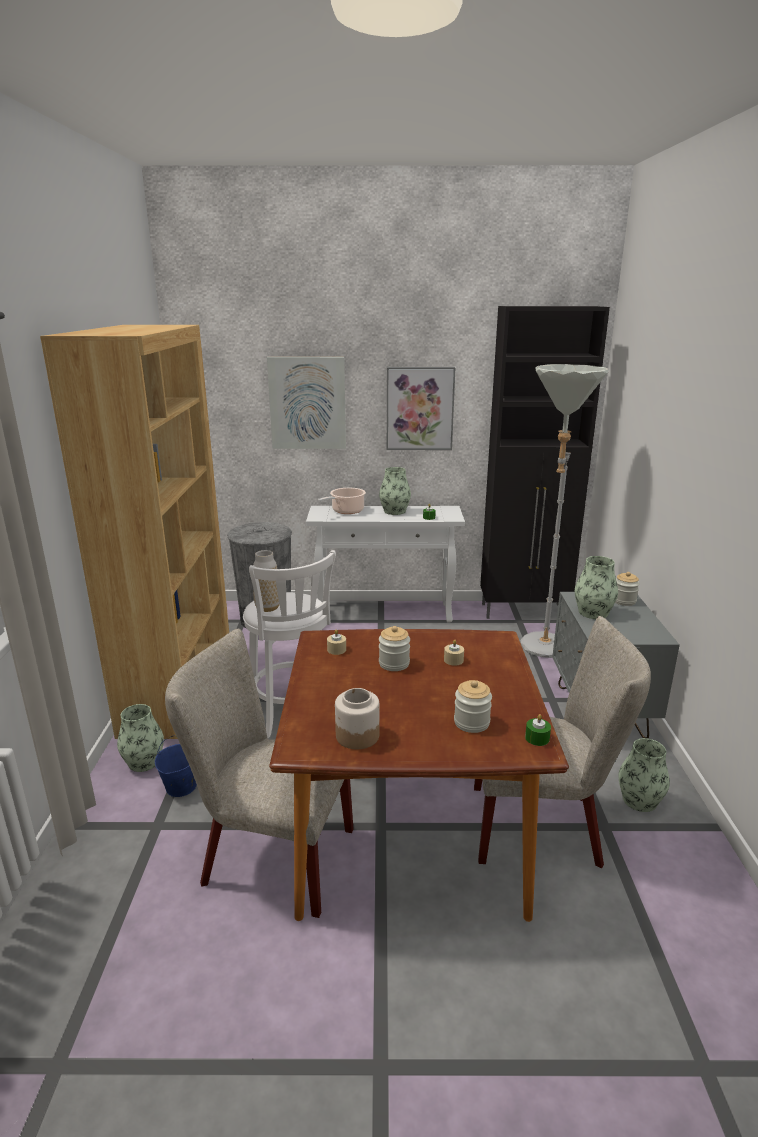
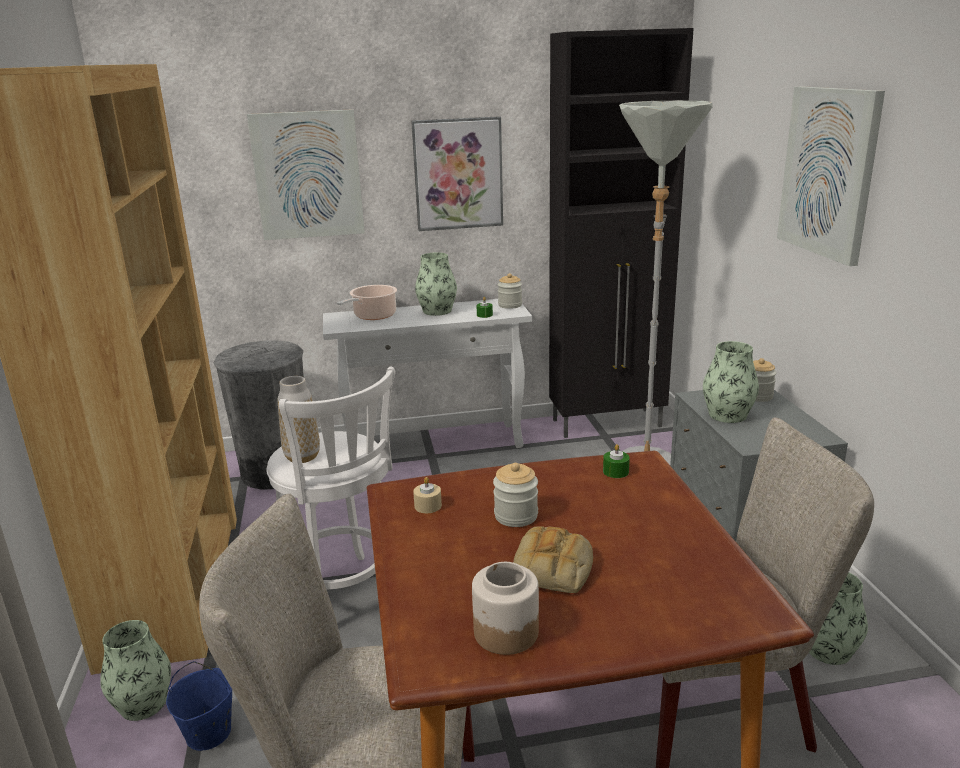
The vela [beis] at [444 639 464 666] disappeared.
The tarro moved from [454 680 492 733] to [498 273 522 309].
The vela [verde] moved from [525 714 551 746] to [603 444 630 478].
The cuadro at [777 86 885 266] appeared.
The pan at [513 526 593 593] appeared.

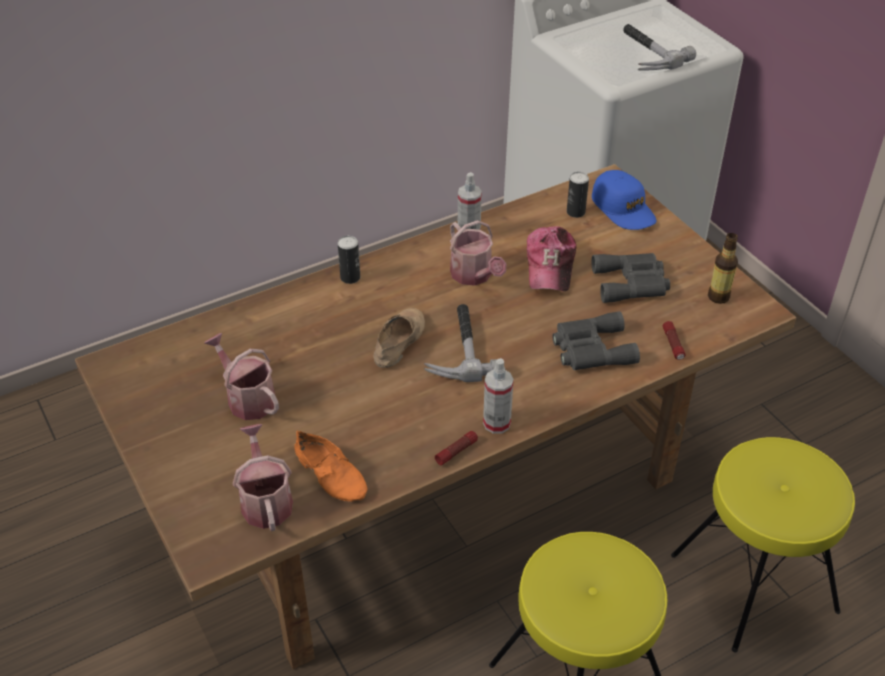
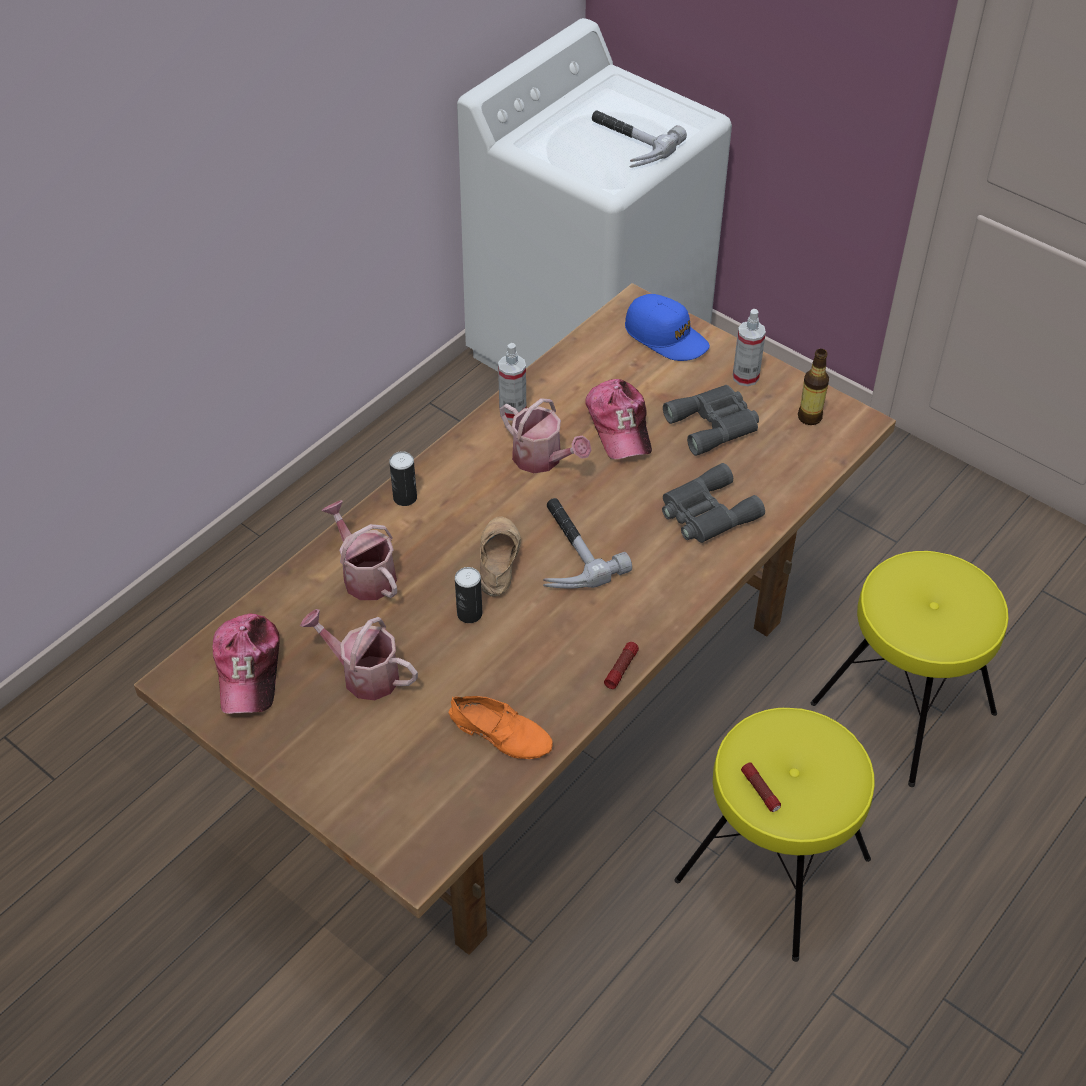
The lata moved from [567 172 589 218] to [455 567 482 623].
The linterna moved from [663 321 686 360] to [741 762 781 812].
The pulverizador moved from [483 358 514 434] to [733 309 766 386].
The regadera moved from [233 424 293 531] to [322 500 397 600].
The gorra at [212 614 280 714] appeared.

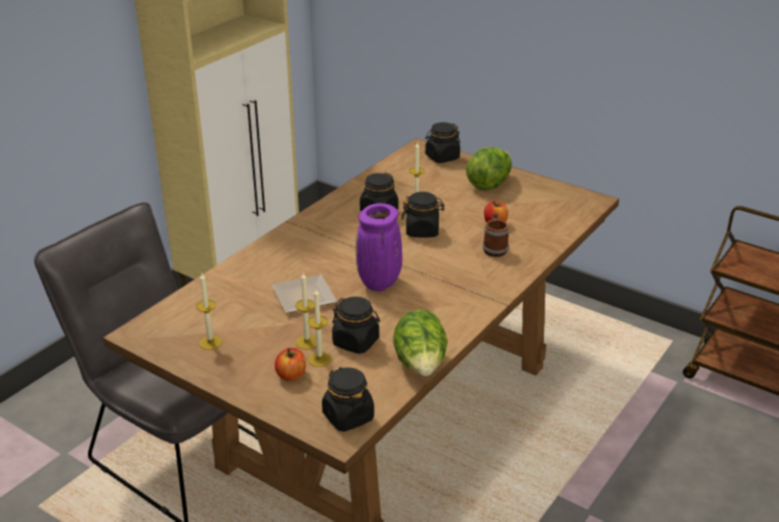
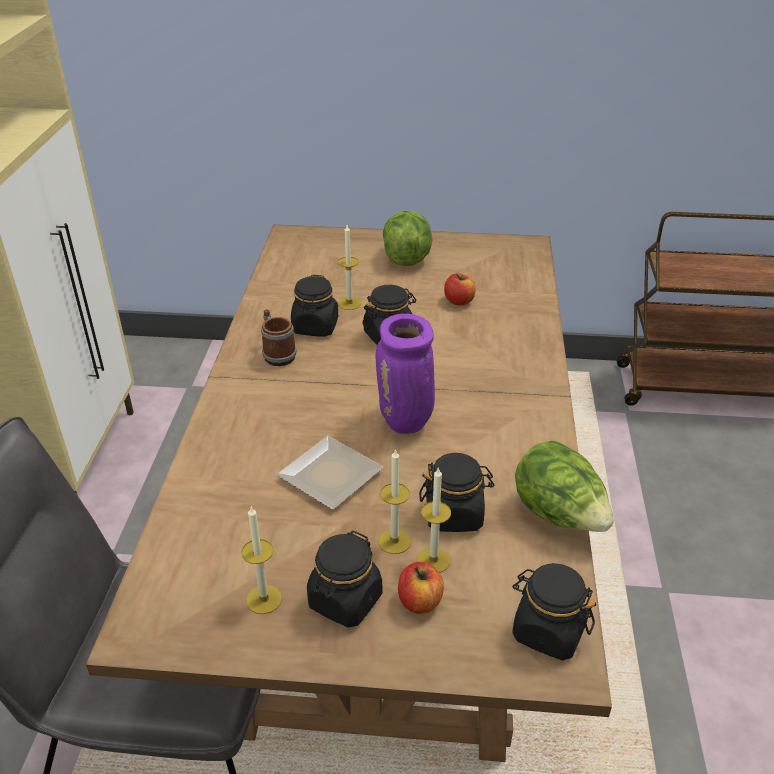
The tarro [negro] moved from [425 122 460 163] to [307 531 382 627].
The taza grande moved from [482 213 509 257] to [261 309 297 366].

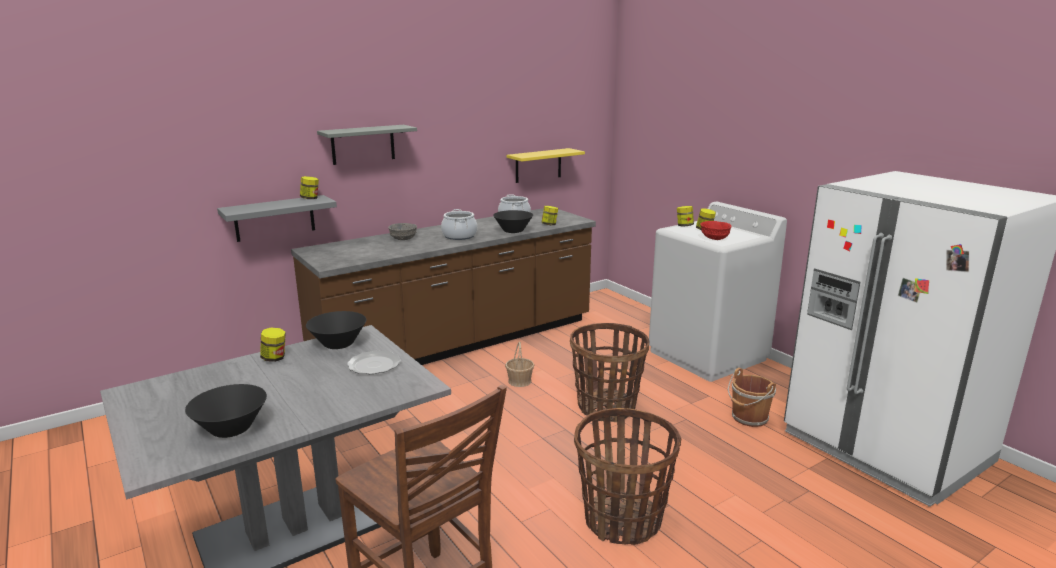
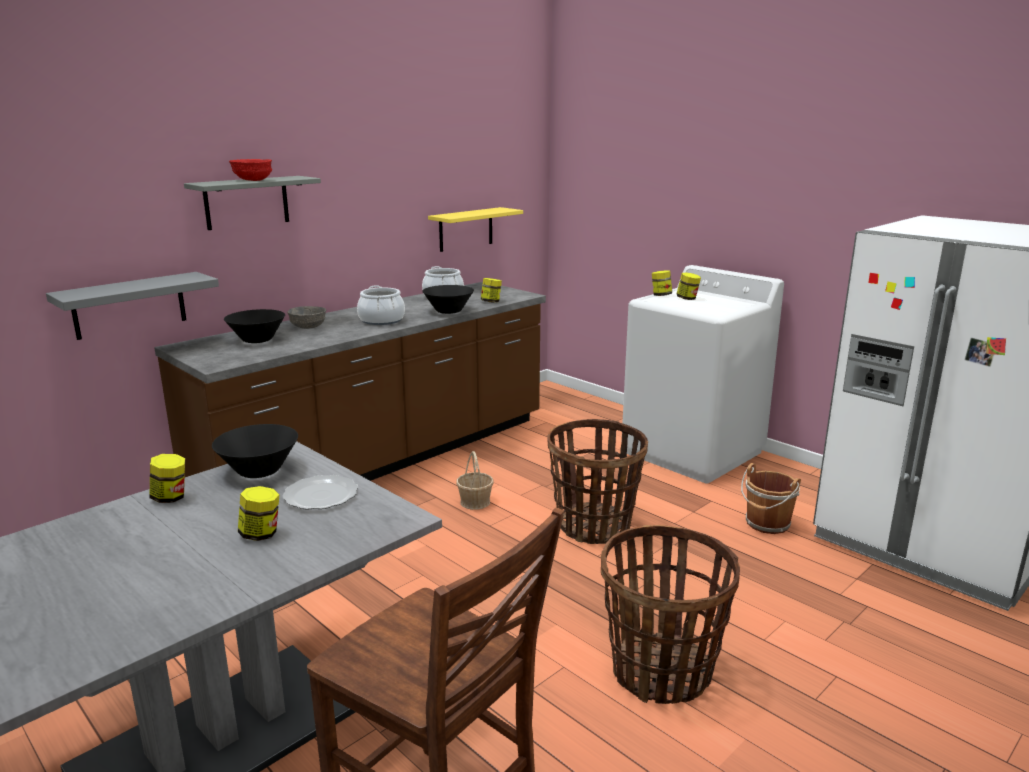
The tarro moved from [300 176 319 199] to [238 486 279 541].
The cuenco [rojo] moved from [700 221 732 240] to [229 159 272 181].
The cuenco [negro] moved from [185 384 267 438] to [224 309 285 343].

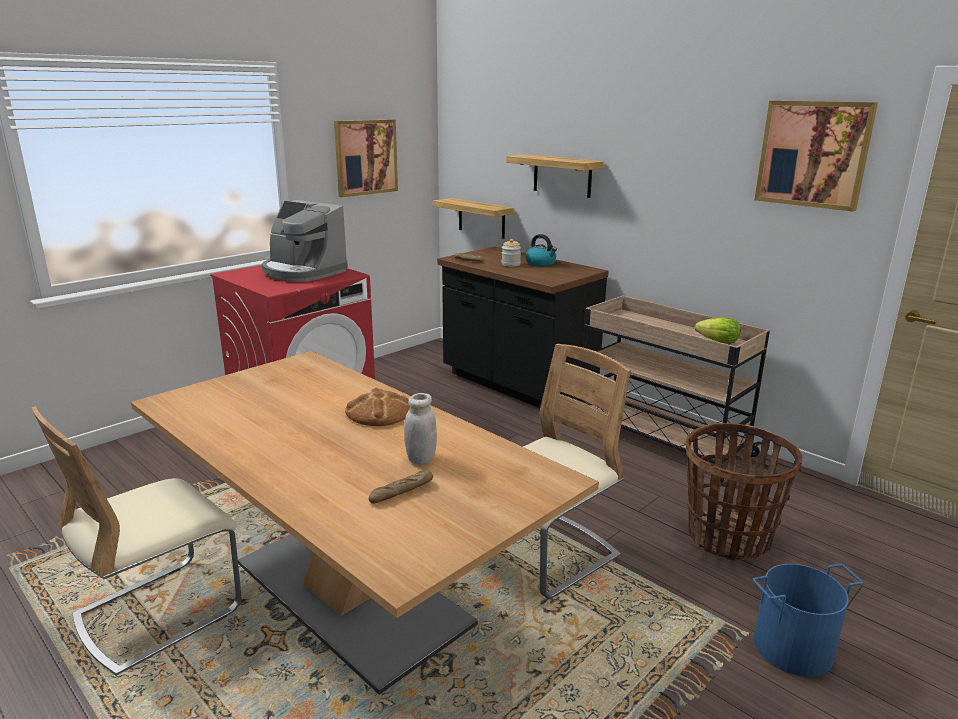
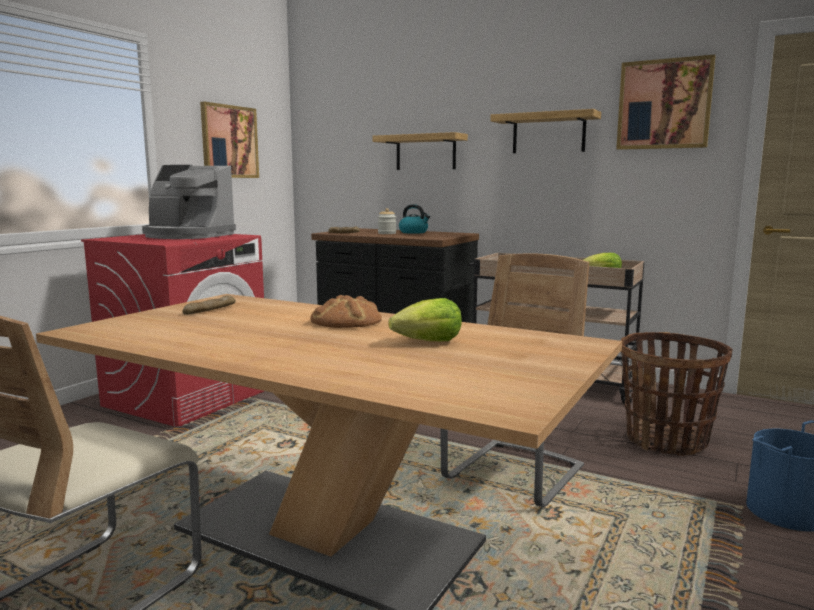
The estante moved from [433 198 514 239] to [490 109 601 153].
The tarro [blanco] at [404 393 437 465] was replaced by the lechuga at [389 298 462 341].
The pan moved from [369 470 433 504] to [182 295 236 315].

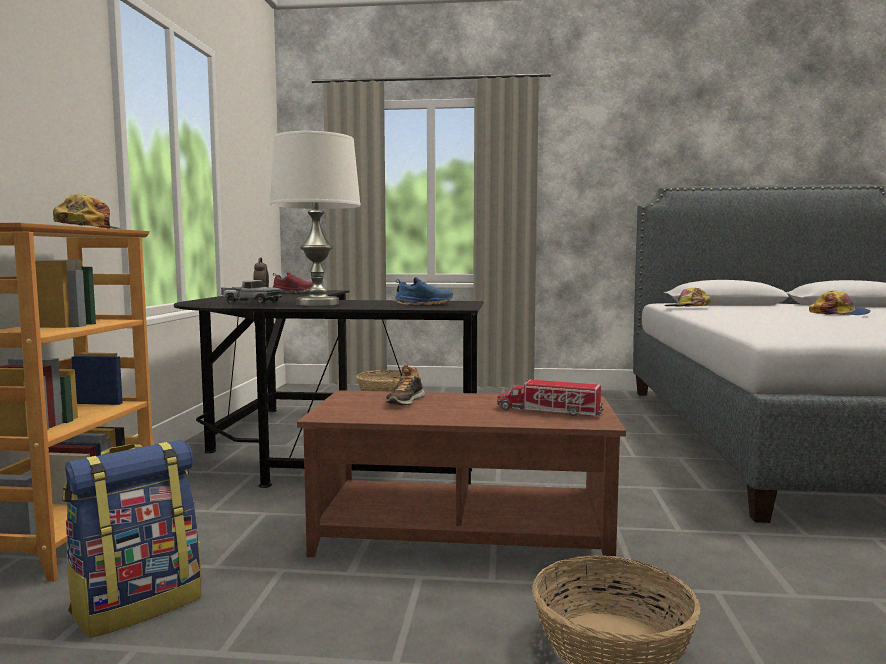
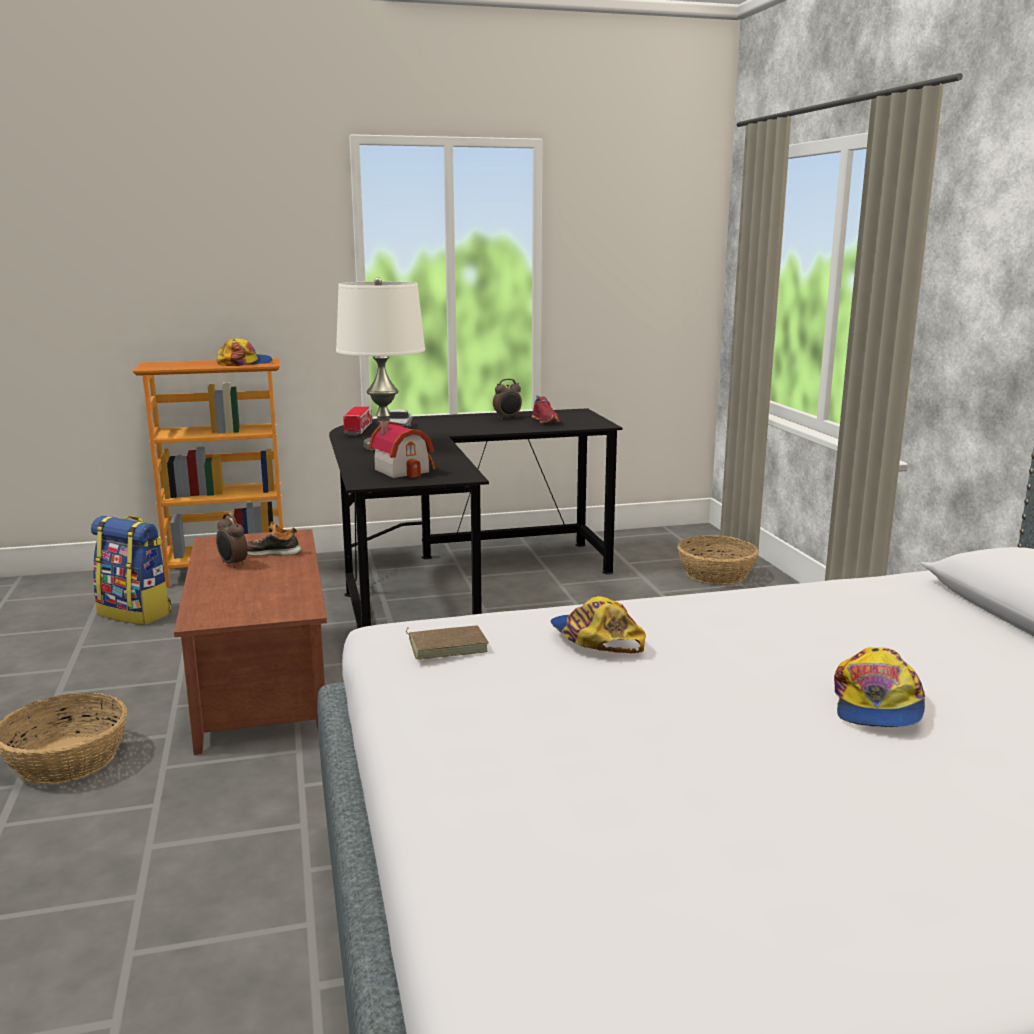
The zapato [azul] at [394 277 453 305] was replaced by the casita at [369 421 435 478].
The gorra moved from [665 288 711 307] to [550 596 646 653].
The camión de juguete moved from [497 379 604 416] to [343 406 372 435].
The despertador at [216 514 248 568] appeared.
The libro [marrón] at [406 626 489 659] appeared.

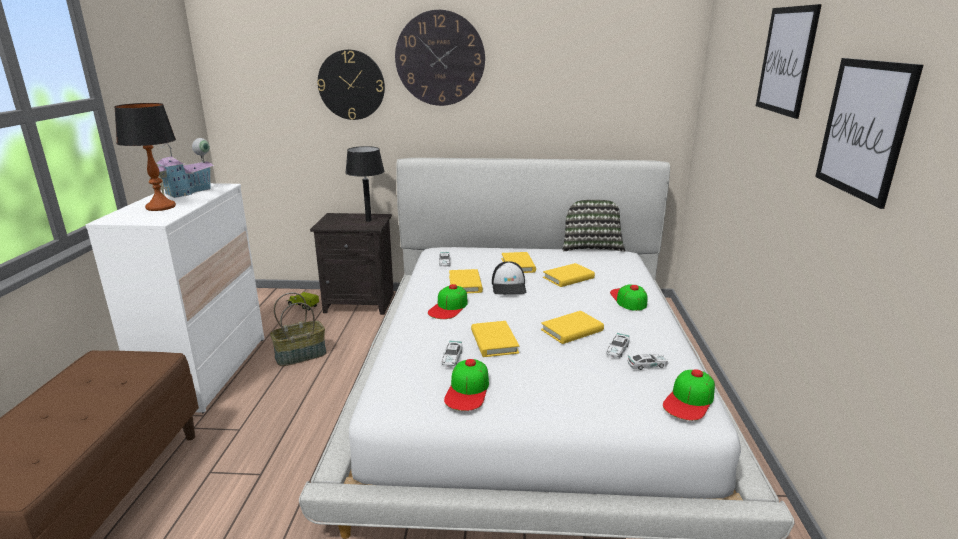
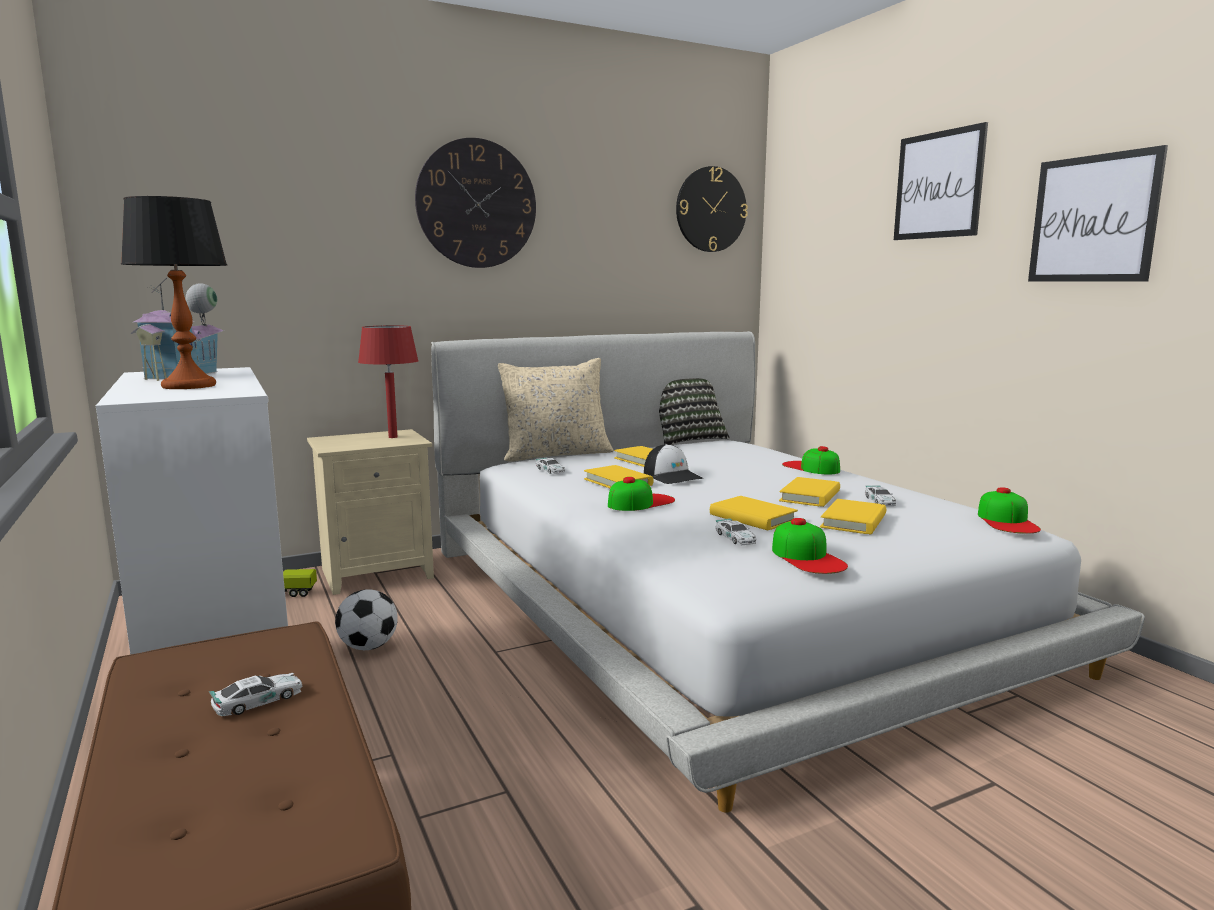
The reloj de pared moved from [317 50 385 120] to [676 166 748 252].
The lámpara de mesa [negro] at [345 146 385 222] became the lámpara de mesa [rojo] at [358 325 419 438].
The mesita de noche [negro] at [310 213 394 315] became the mesita de noche [beis] at [307 429 434 595].
The libro [amarillo] moved from [543 263 595 287] to [820 499 886 534].
The gorra at [428 284 468 319] turned 120 degrees counterclockwise.
The cesta at [270 292 327 366] was replaced by the balón de fútbol at [335 589 398 650].
The coche de juguete moved from [627 353 669 370] to [209 673 303 716].
The cojín [beis] at [498 358 613 462] appeared.

